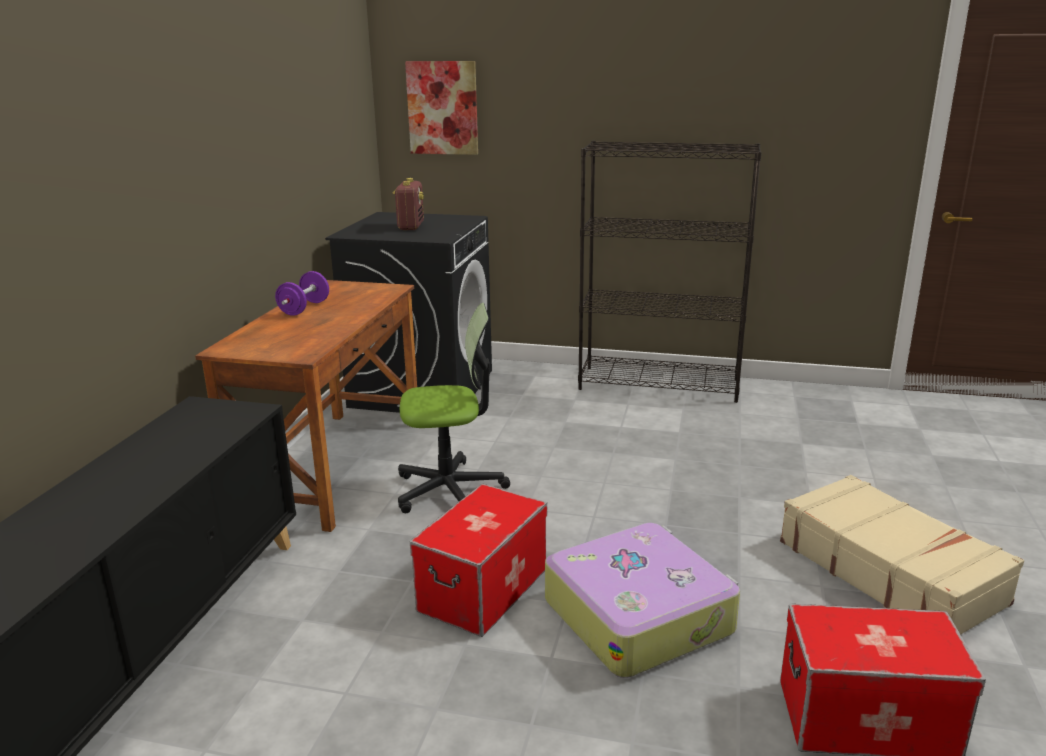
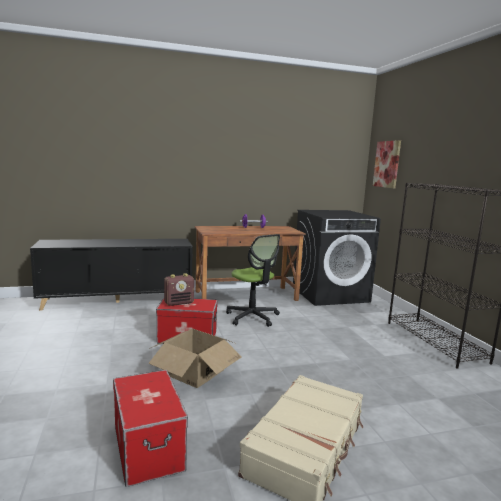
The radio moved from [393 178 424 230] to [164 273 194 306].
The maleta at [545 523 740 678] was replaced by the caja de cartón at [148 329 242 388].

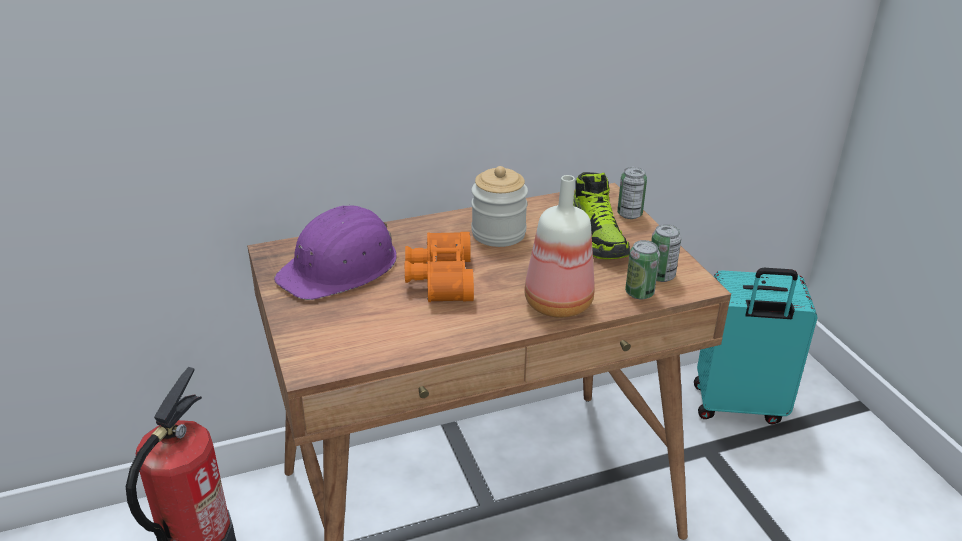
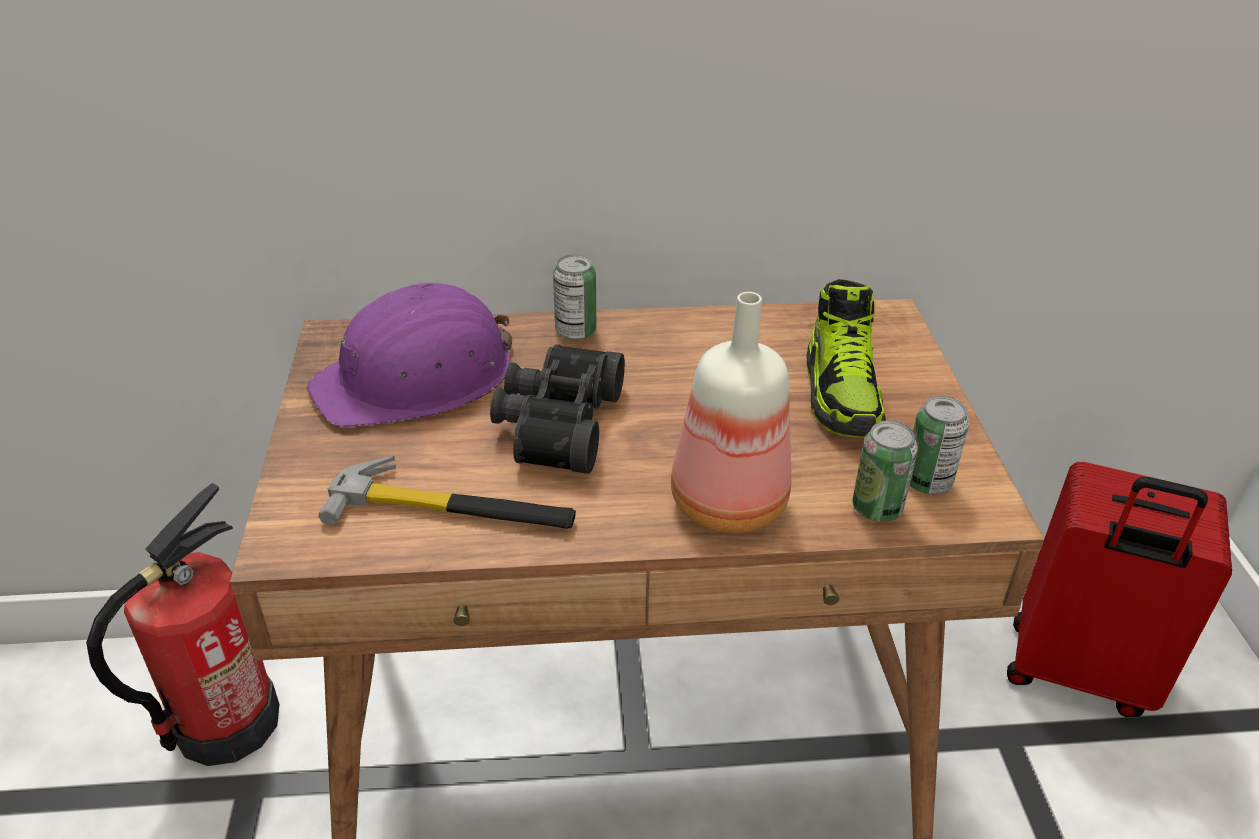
The tarro at [471 166 528 247] disappeared.
The lata moved from [617 167 647 219] to [553 254 596 340].
The prismáticos [naranja] at [405 232 474 302] became the prismáticos [negro] at [490 344 625 474].
The maleta [turquesa] at [694 268 818 425] became the maleta [rojo] at [1007 462 1232 717].
The martillo at [318 456 576 529] appeared.

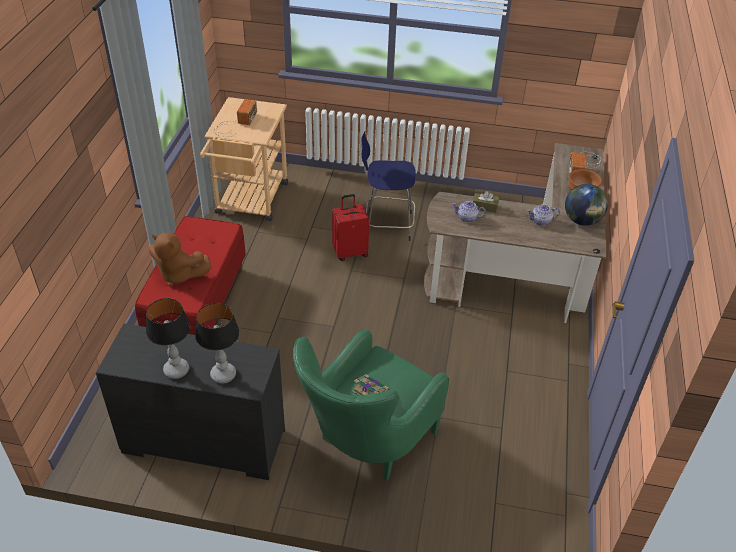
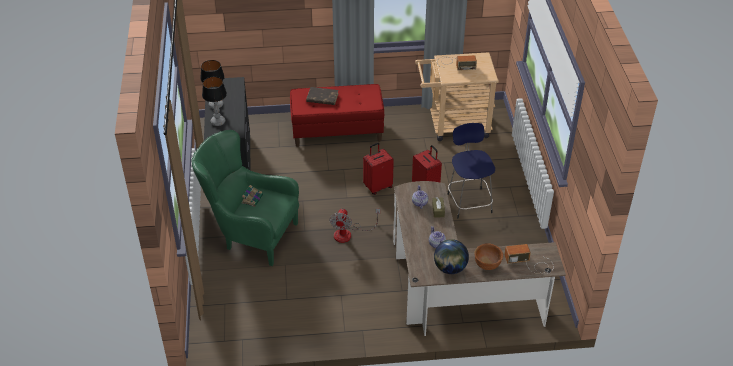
The peluche [marrón] at [149 233 211 286] was replaced by the libro [marrón] at [306 87 338 105].
The maleta [rojo] at [363 143 394 195] appeared.
The ventilador at [329 209 380 243] appeared.

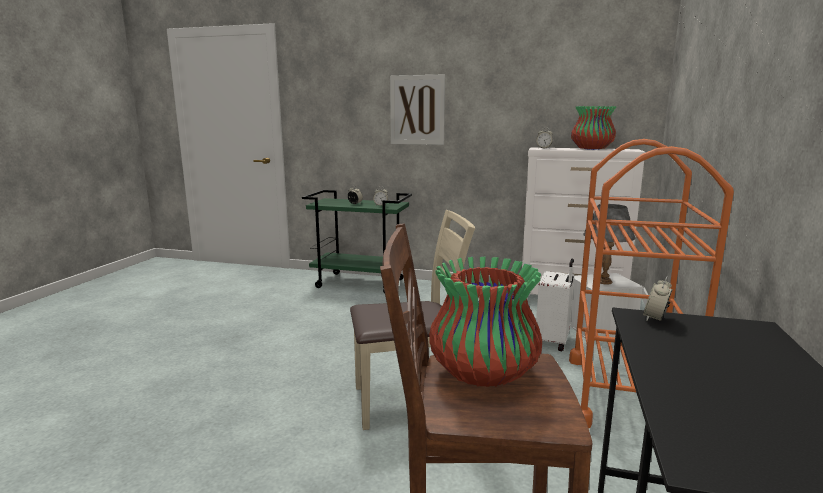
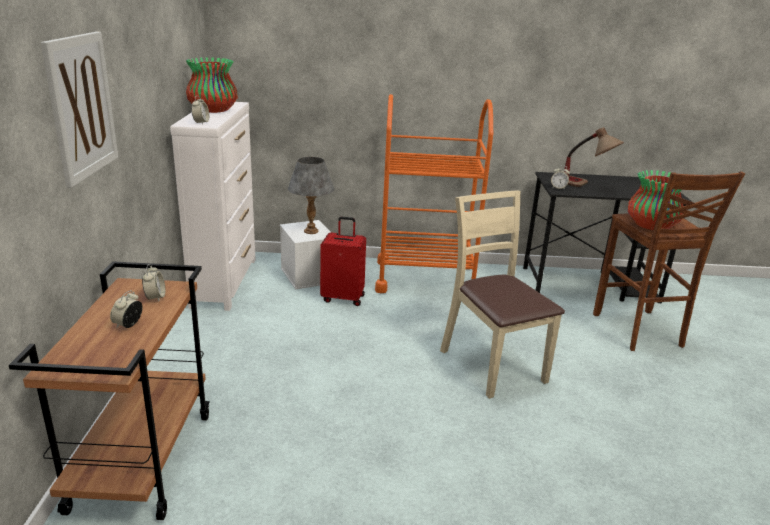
The carrito [verde] at [302 190 412 294] became the carrito [marrón] at [9 261 210 520].
The maleta [blanco] at [536 259 574 351] became the maleta [rojo] at [320 216 366 306].
The lámpara de mesa at [564 127 624 187] appeared.

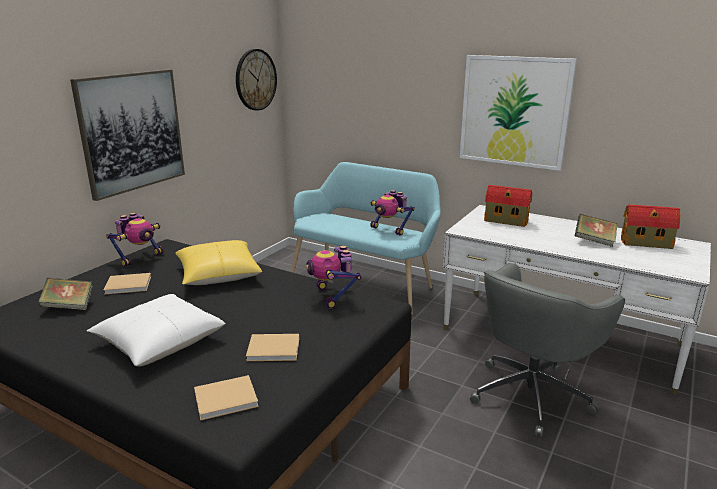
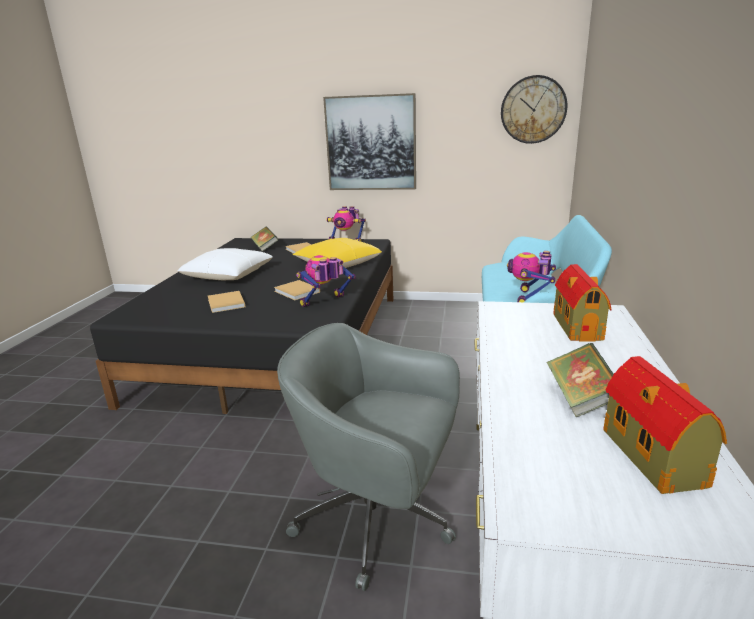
The cuadro at [460 55 577 171] disappeared.
The libro [beis] moved from [194 375 259 421] to [274 280 320 300].

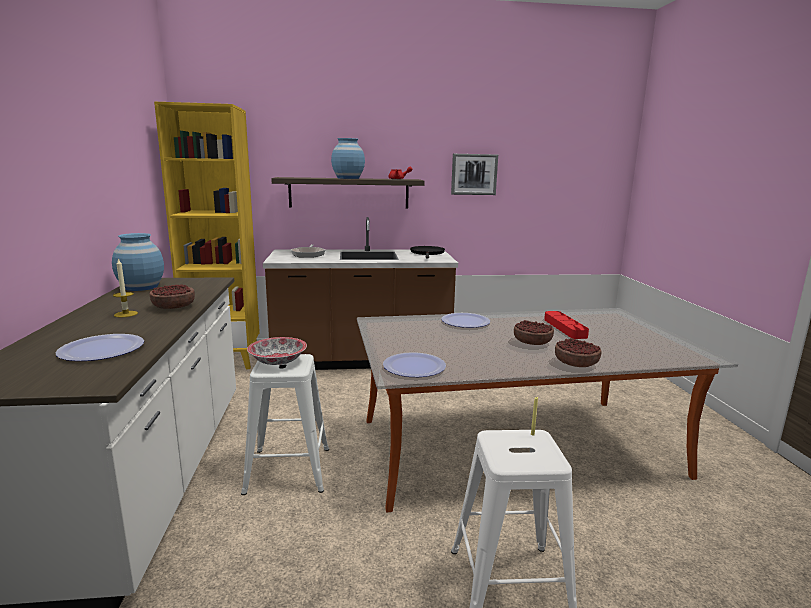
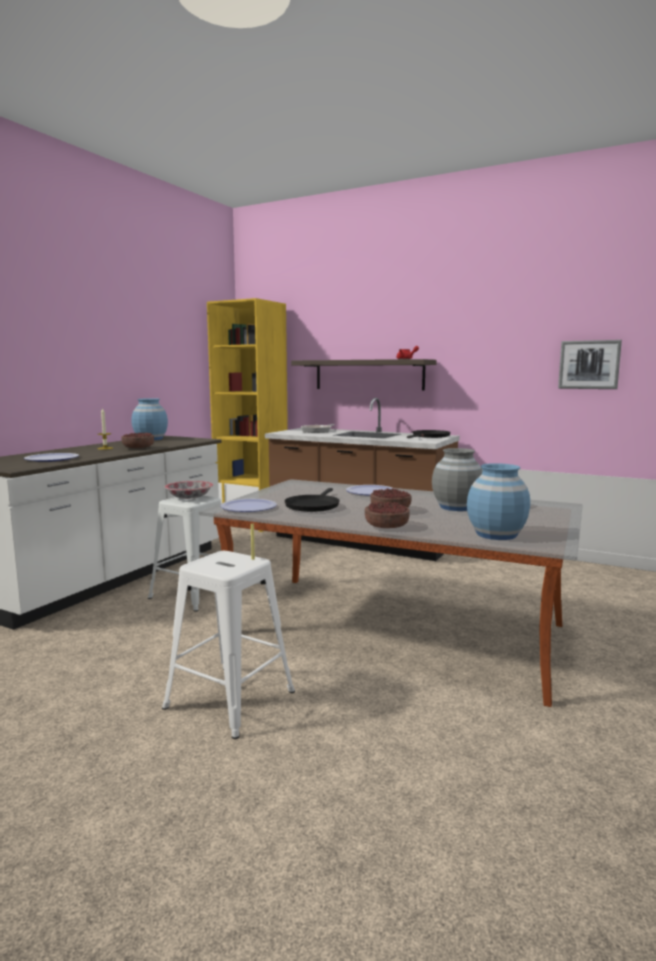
The florero [azul] moved from [331 138 365 179] to [467 463 530 540].
The cuadro moved from [451 154 498 195] to [558 340 622 389].
The bandeja [rojo] at [544 311 589 339] was replaced by the florero [gris] at [432 448 483 511].
The sartén [negro] at [284 488 340 512] appeared.

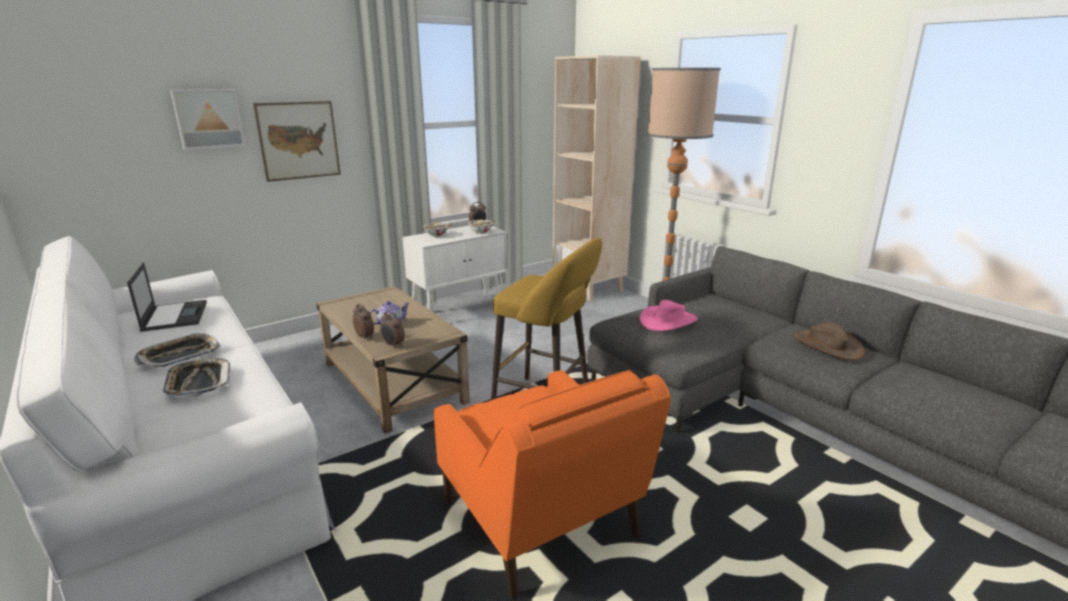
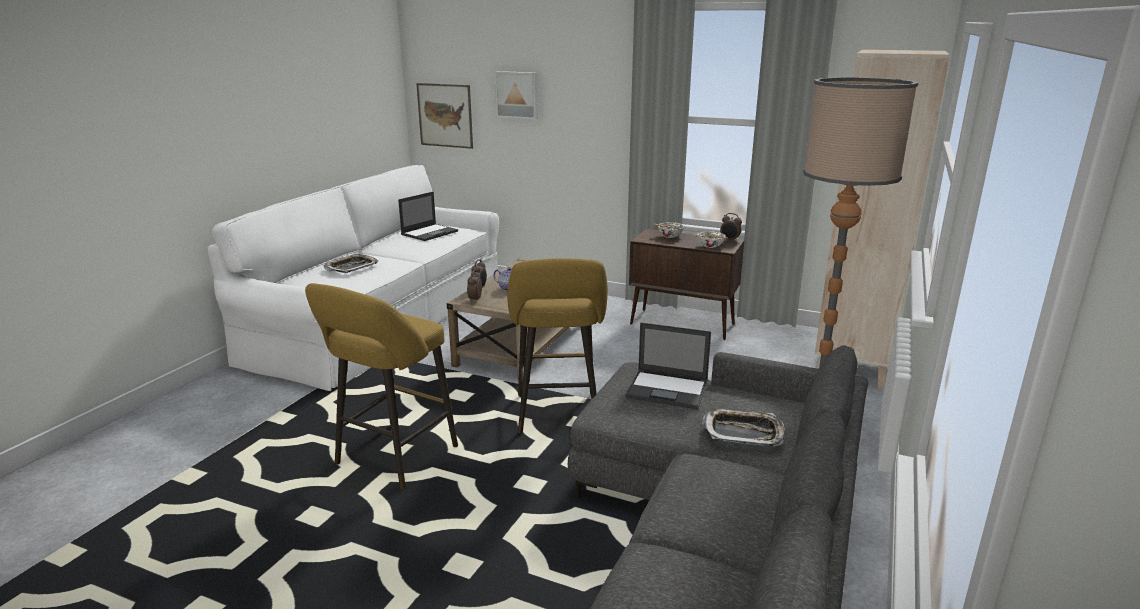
The cuadro moved from [253 101 341 182] to [416 83 473 149].
The armario [blanco] at [402 226 508 310] became the armario [marrón] at [629 229 744 340].
The sombrero [rosa] at [640 300 698 331] was replaced by the portátil at [625 322 711 410].
The sombrero [marrón] at [792 322 865 360] disappeared.
The bandeja moved from [134 333 220 368] to [702 409 785 447].
The sillón [naranja] at [434 370 671 600] was replaced by the taburete [amarillo] at [305 283 458 489].

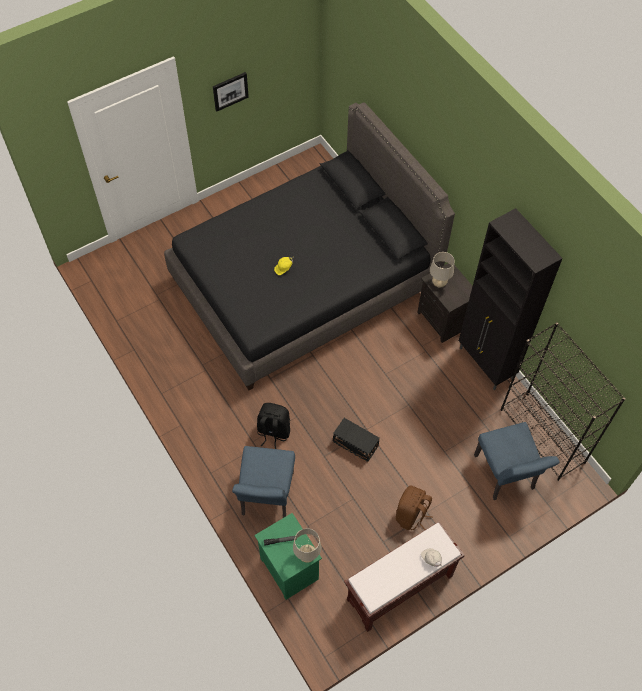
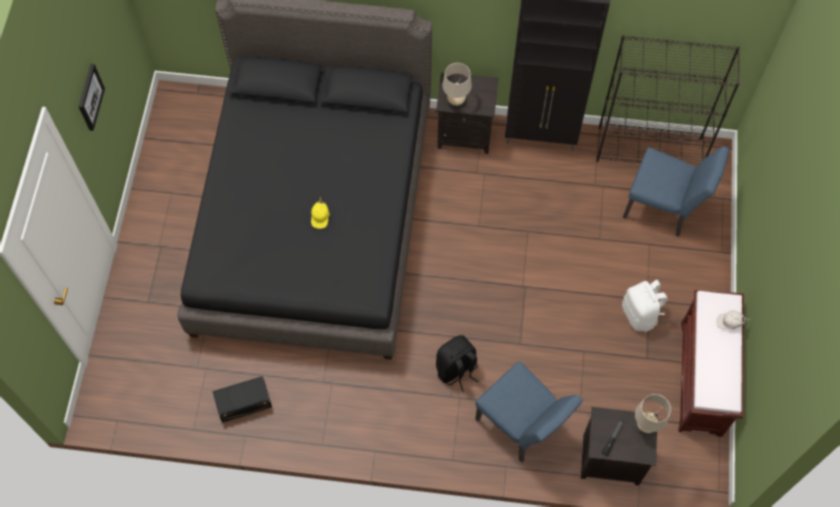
The caja de almacenaje [negro] moved from [333 418 380 462] to [212 376 272 423].
The mochila [marrón] at [396 485 433 530] became the mochila [blanco] at [622 280 668 332].
The mesita de noche [verde] at [254 513 322 600] became the mesita de noche [negro] at [581 407 658 485].

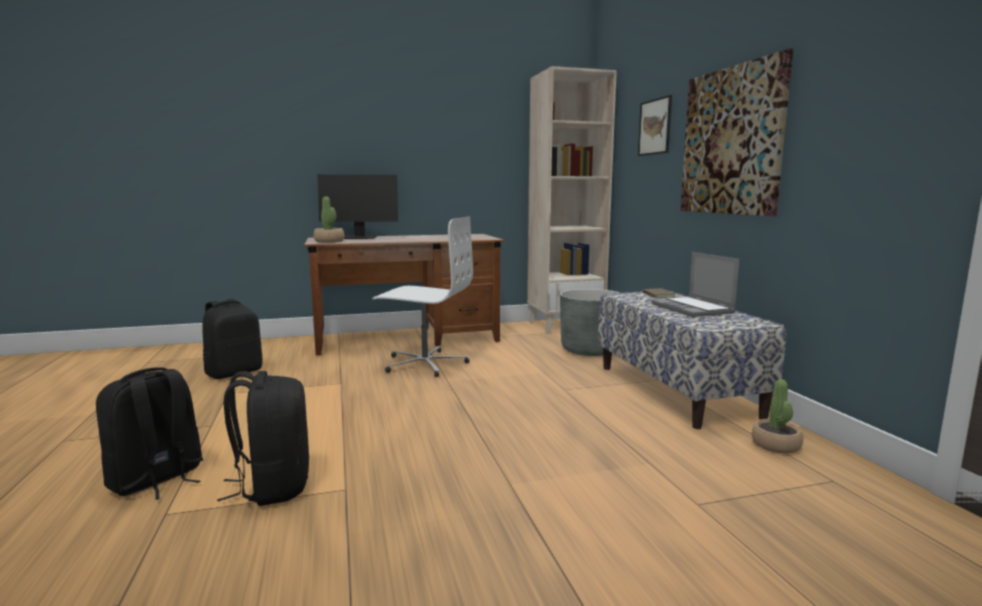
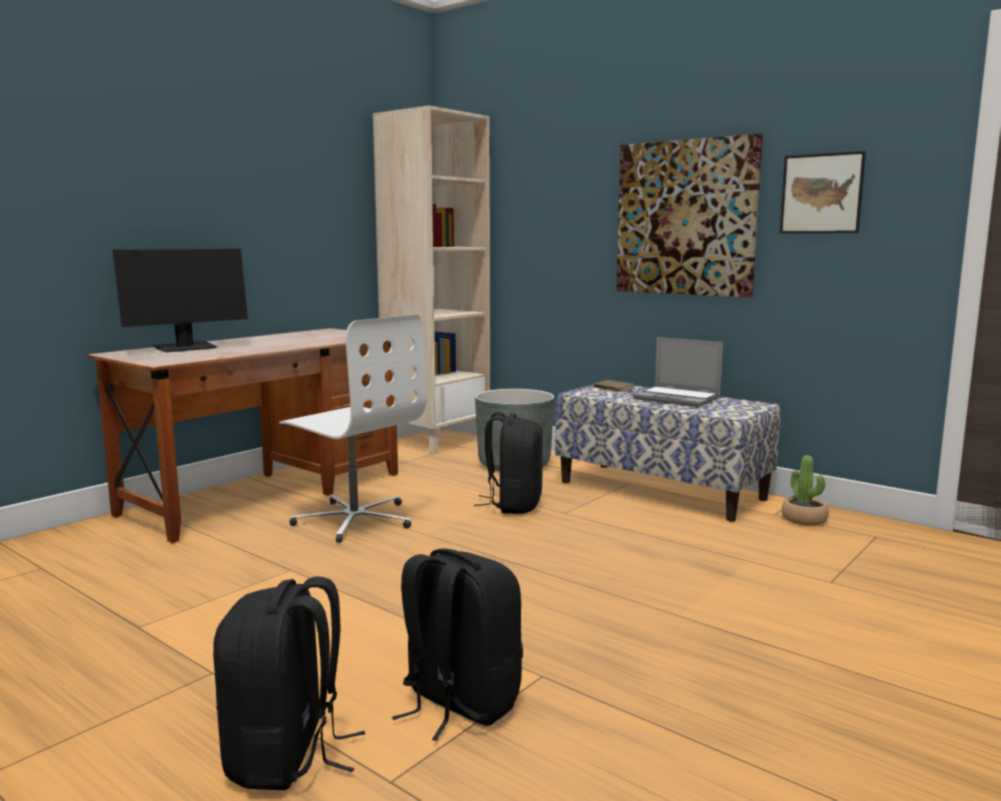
The cuadro moved from [638 95 672 156] to [780 151 866 233].
The planta en maceta at [314 197 344 243] disappeared.
The silla de oficina [blanco] at [372 216 473 377] turned 60 degrees clockwise.
The mochila [negro] moved from [202 299 263 379] to [474 412 543 514].

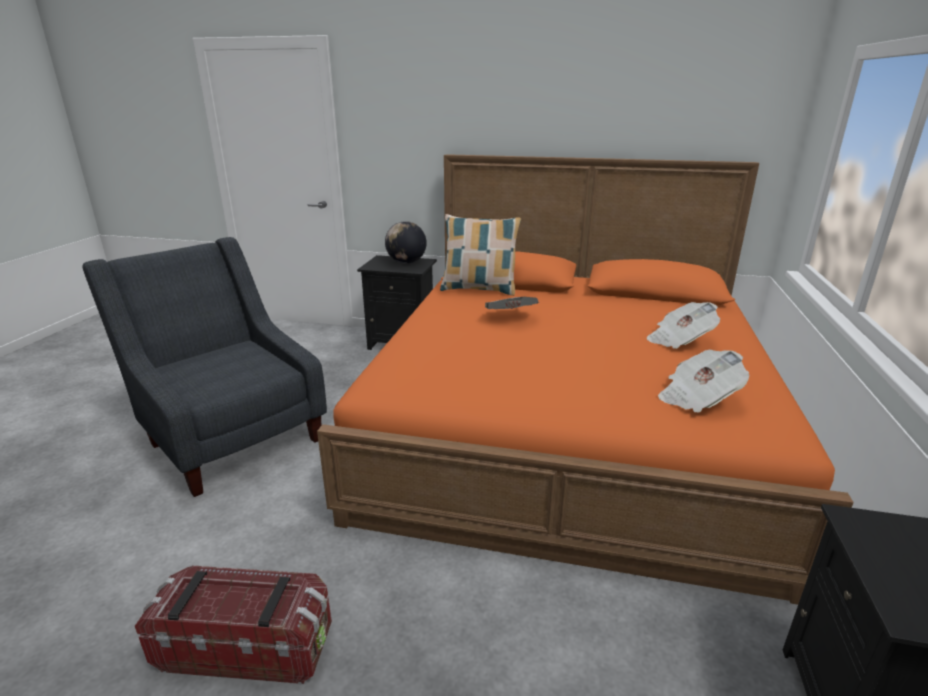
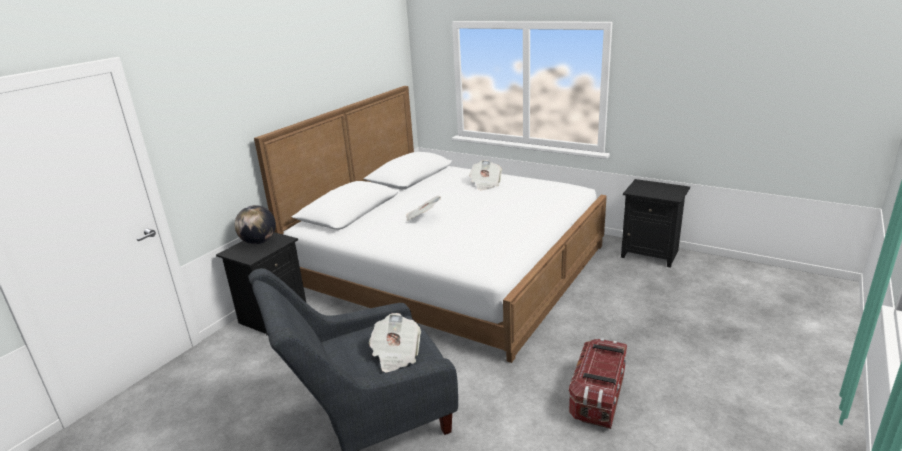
The cama [naranja] at [317 154 854 605] became the cama [blanco] at [254 86 607 363].
The cojín at [440 214 521 296] disappeared.
The periódico moved from [658 350 749 413] to [369 313 421 373].

